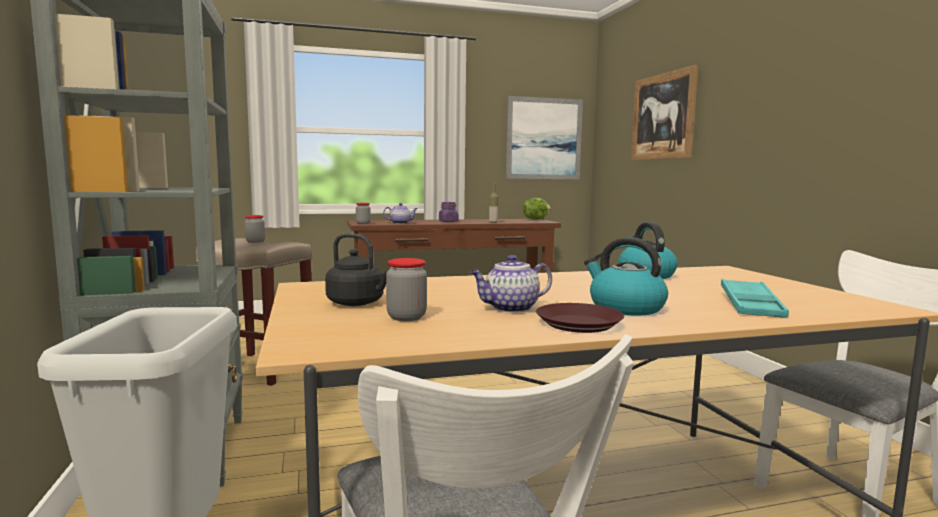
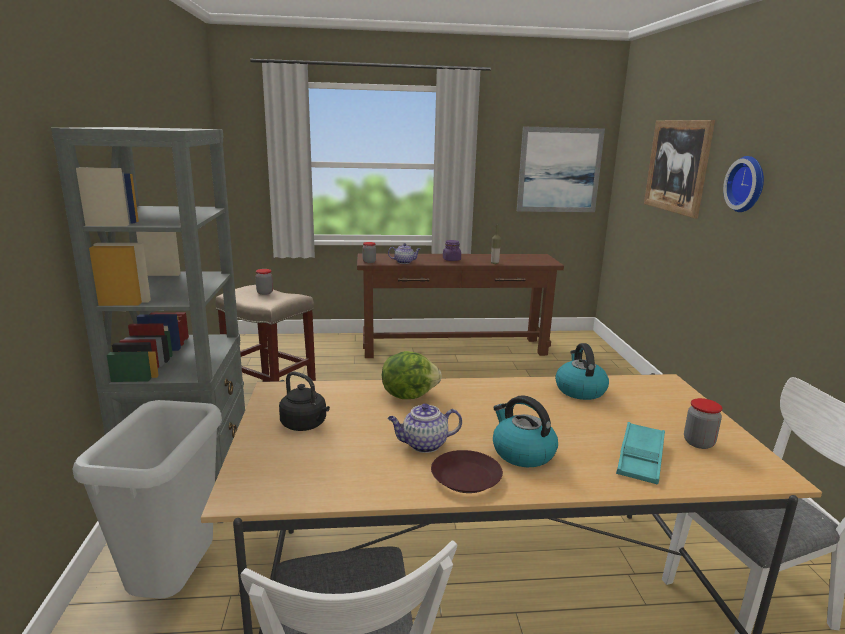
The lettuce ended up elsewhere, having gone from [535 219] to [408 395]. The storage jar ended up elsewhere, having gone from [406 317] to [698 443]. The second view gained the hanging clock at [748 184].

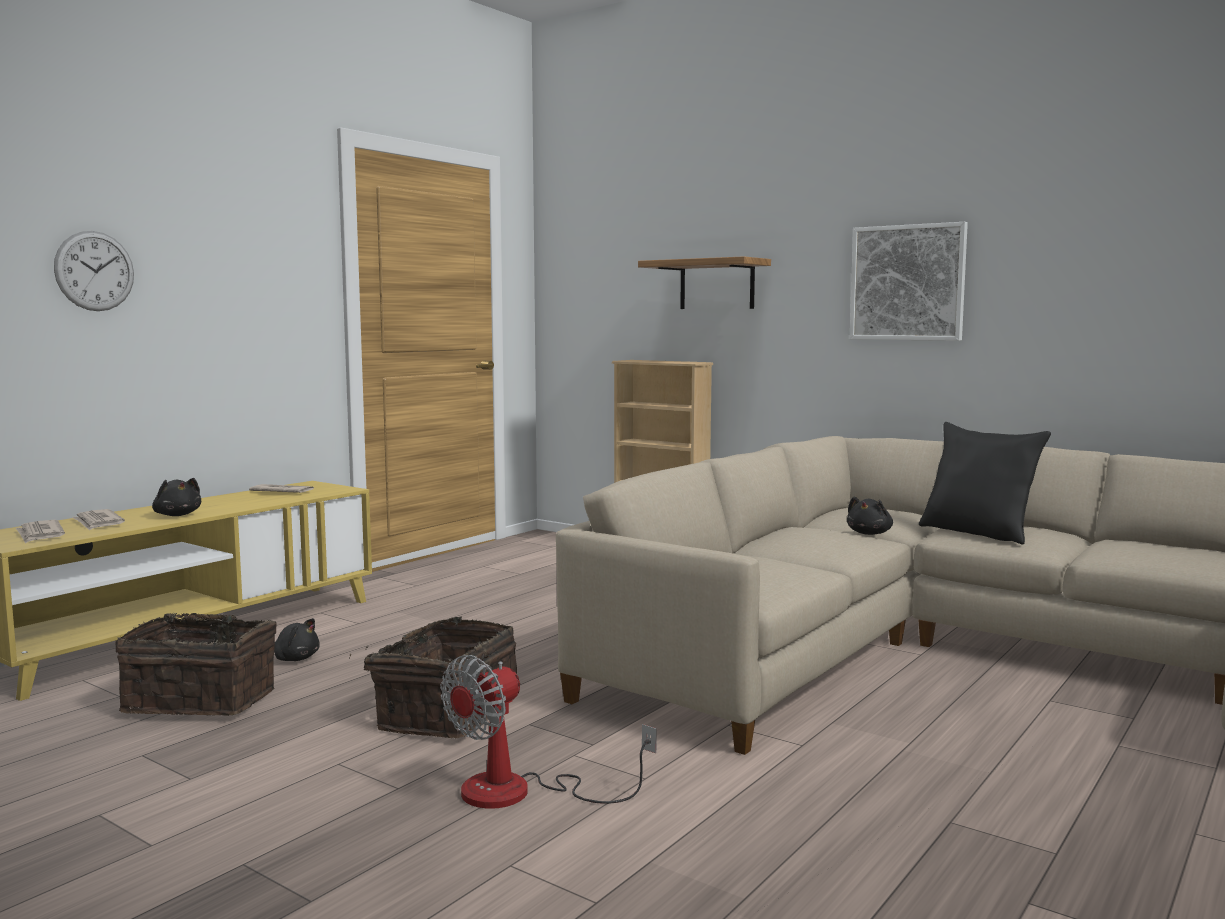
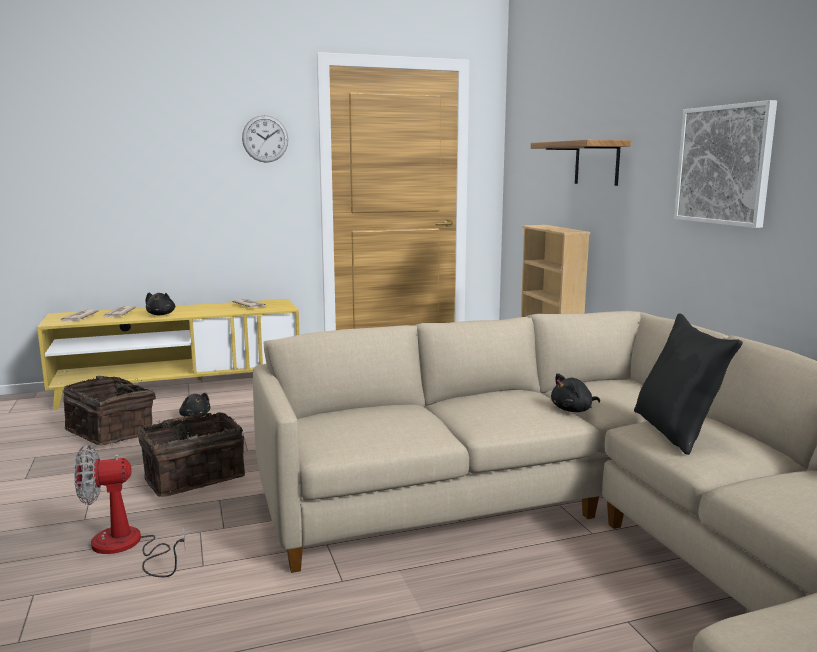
The hanging clock ended up elsewhere, having gone from [94 271] to [265 139].

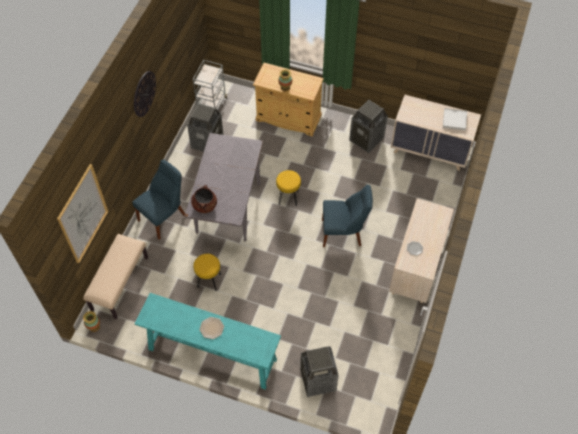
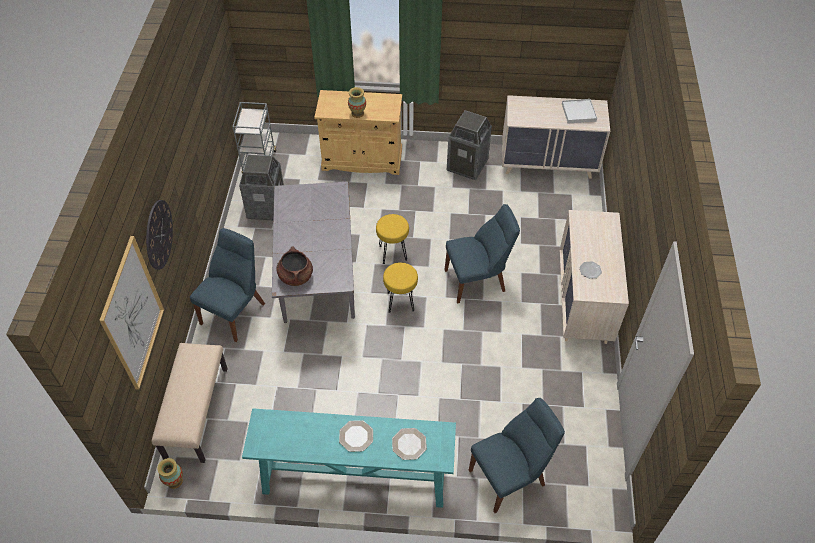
The hanging clock ended up elsewhere, having gone from [144 93] to [158 234]. The sitting stool (yellow) ended up elsewhere, having gone from [209 281] to [400 302]. The second view gained the plate at [409 444]. Where the waste bin stood at [318 380], the upright chair (blue-coloured) came to stand at [510 476].

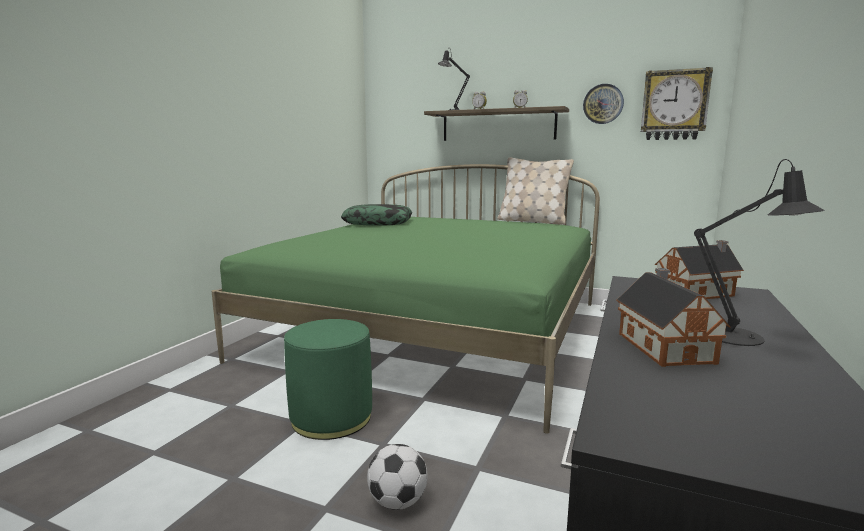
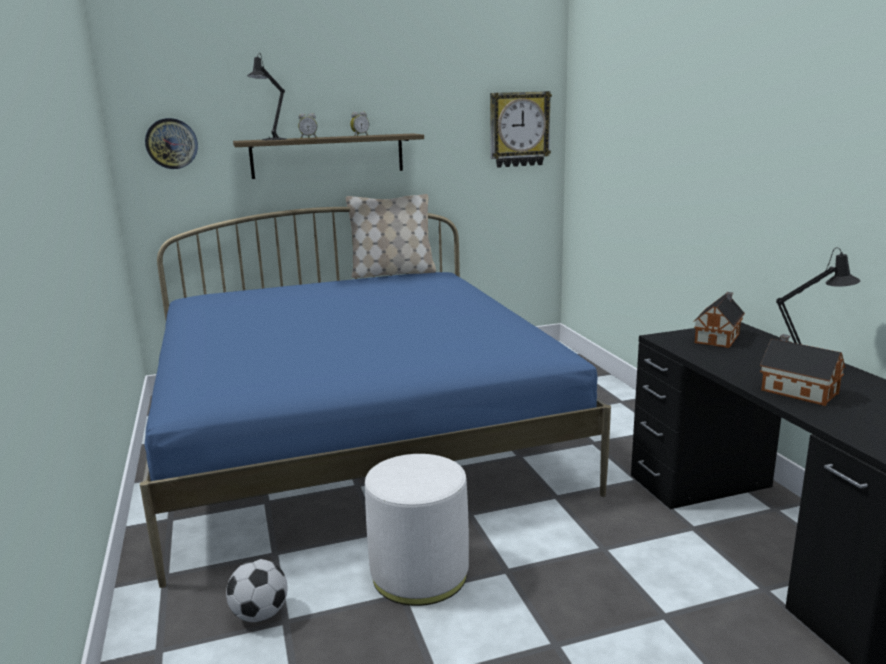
What was the bedroom bed (green) at [436 329] turned into the bedroom bed (blue-coloured) at [356 435]. The hanging clock ended up elsewhere, having gone from [603 104] to [171 143]. The ball for football ended up elsewhere, having gone from [397 501] to [259 614]. What was the pouffe (green) at [331 417] turned into the pouffe (whitish) at [420 574]. The second view lost the cushion at [378 223].

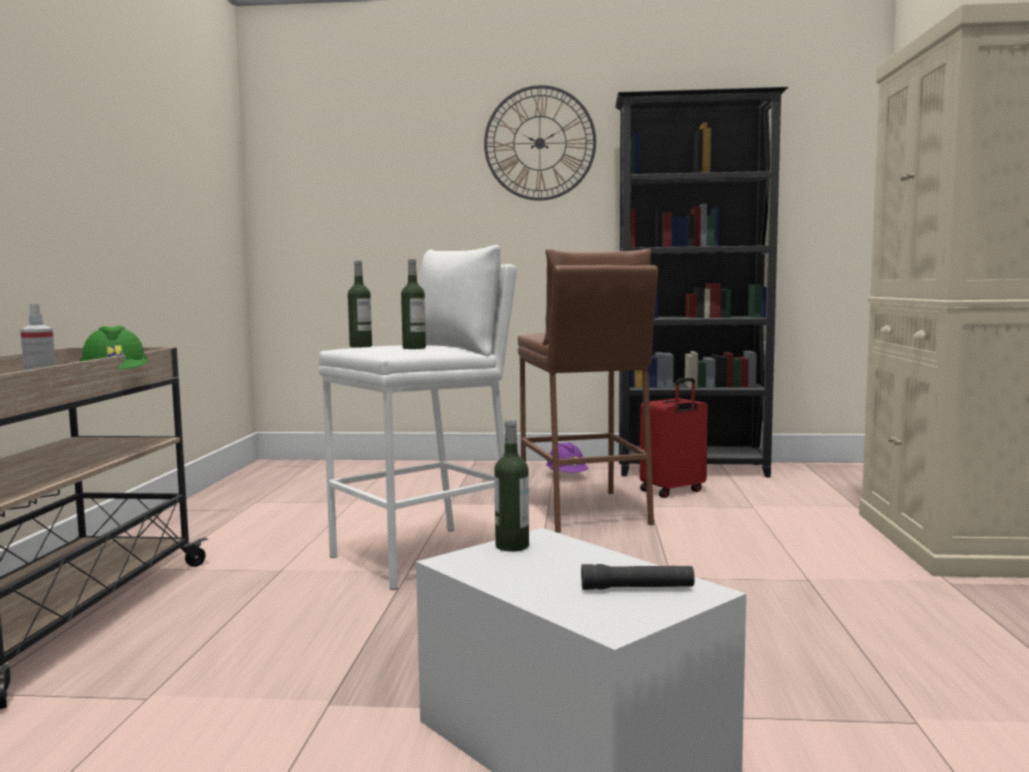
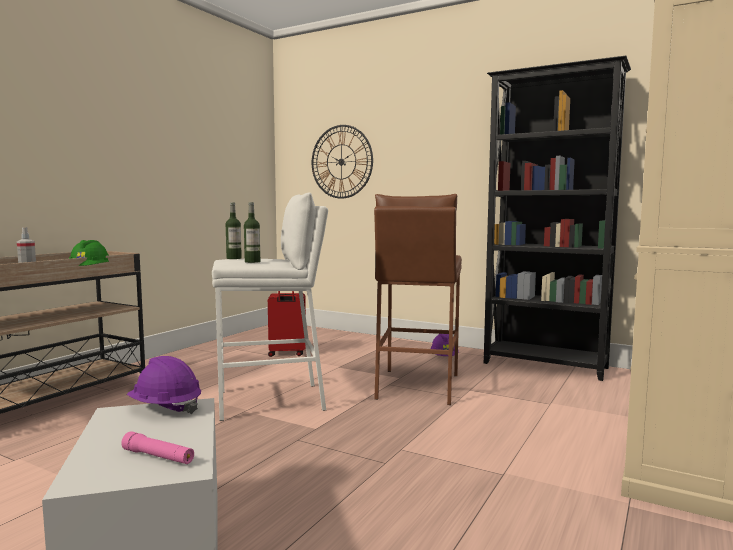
What was the torch (black) at [637 588] turned into the torch (pink) at [158 457]. Where the beverage bottle stood at [512 546], the safety helmet (purplish) came to stand at [165 408]. The suitcase (red-coloured) ended up elsewhere, having gone from [673 491] to [287 353]. The hanging clock ended up elsewhere, having gone from [539 143] to [341 162].

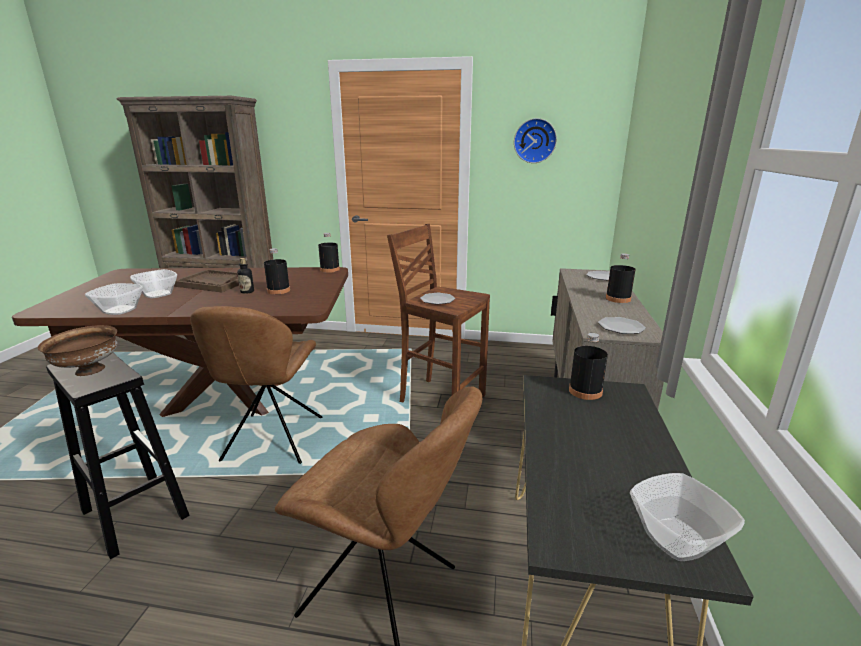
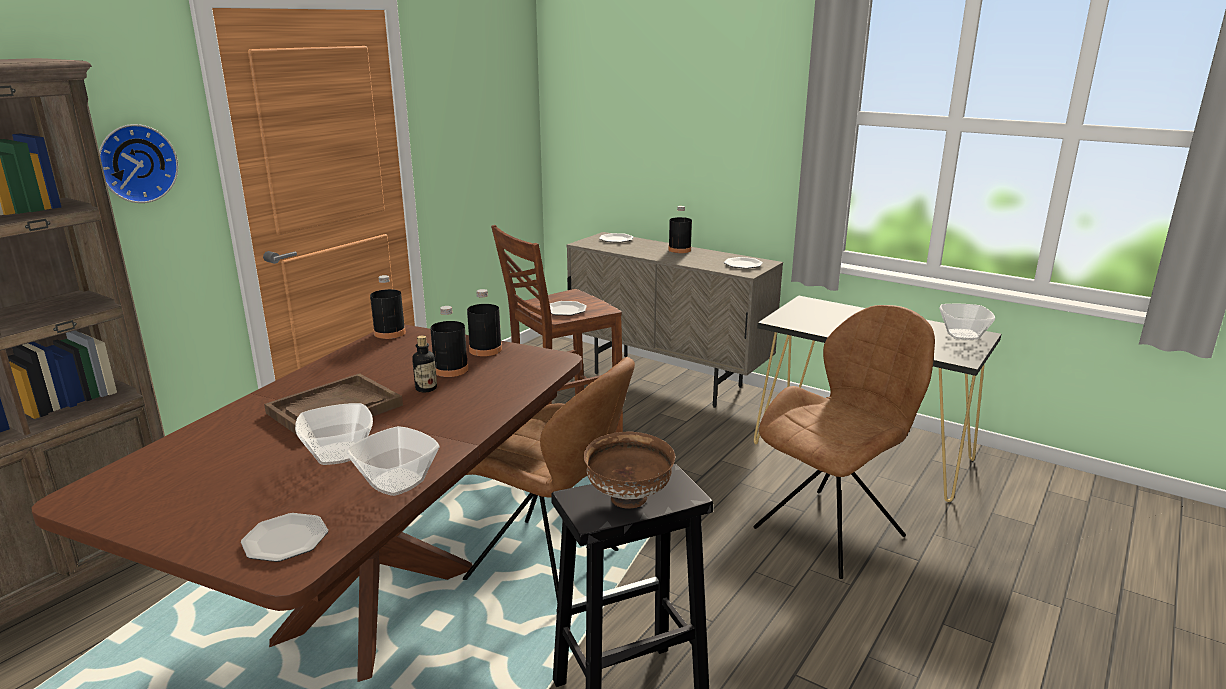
The hanging clock ended up elsewhere, having gone from [534 141] to [136 163]. The second view gained the plate at [286 539]. The beverage bottle (black) ended up elsewhere, having gone from [585 391] to [485 350].

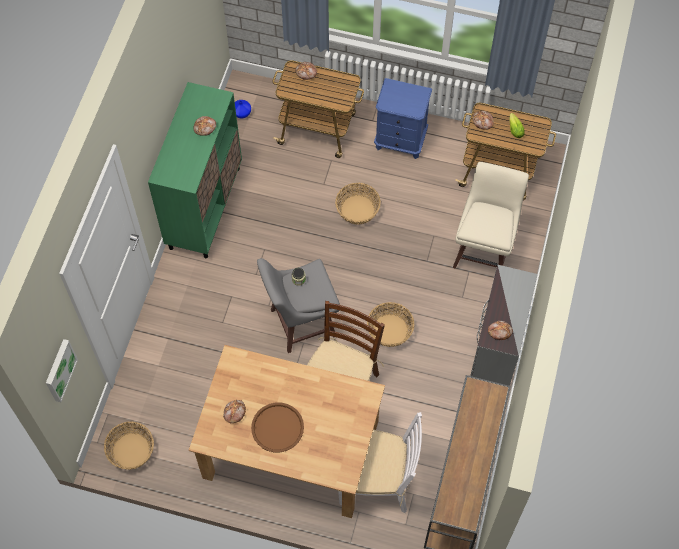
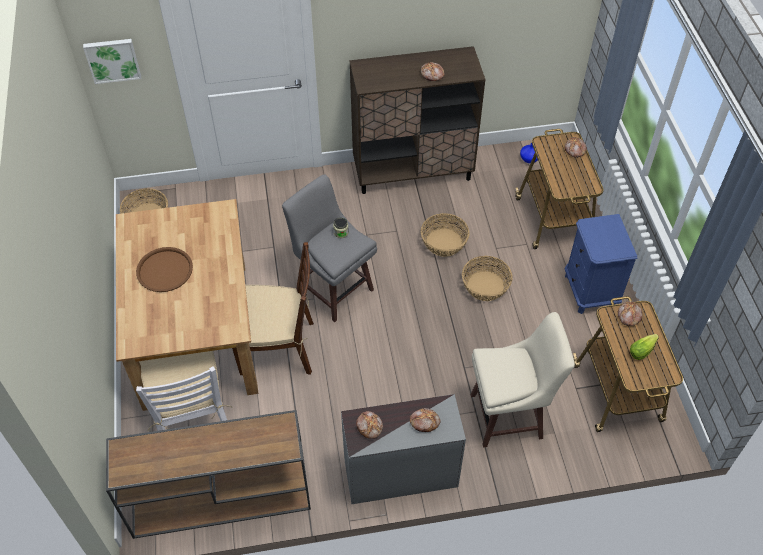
What was the storage cabinet (green) at [205 207] turned into the storage cabinet (brown-coloured) at [413 172]. The baked bread ended up elsewhere, having gone from [234 412] to [424 421]. The storage basket ended up elsewhere, having gone from [389 330] to [443 242].

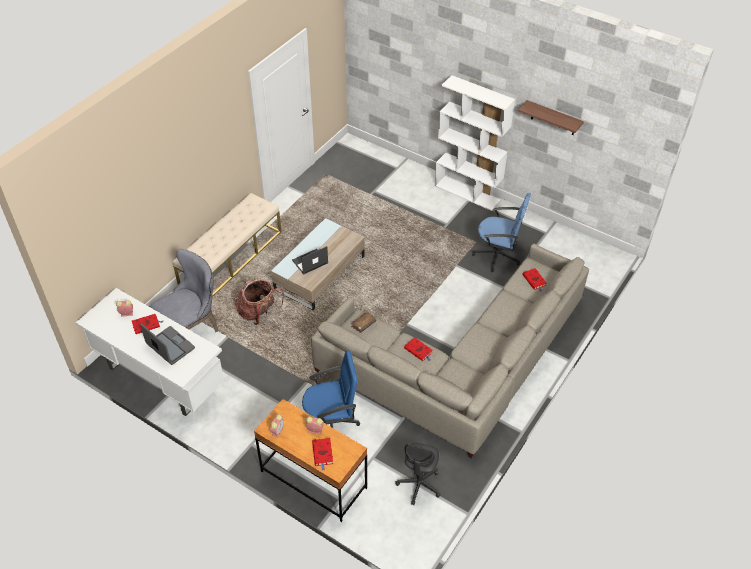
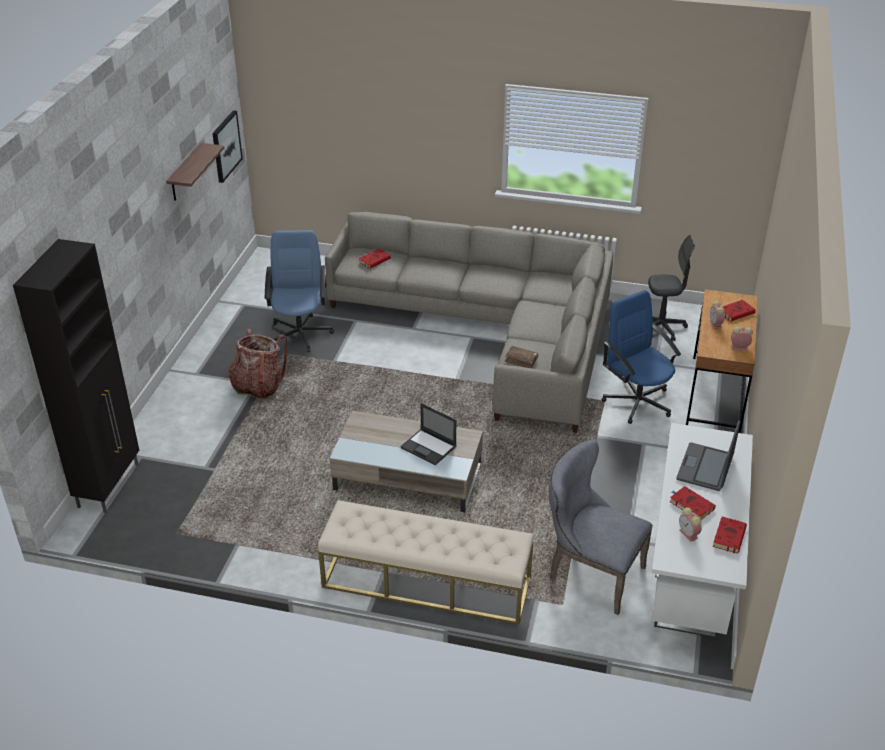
The second view gained the storage cabinet (black) at [109 485]. The second view gained the picture at [226 146]. The knapsack ended up elsewhere, having gone from [258 312] to [258 386]. The bound book (red-coloured) ended up elsewhere, having gone from [419 351] to [729 536]. The second view lost the bookcase (whitish) at [467 193].

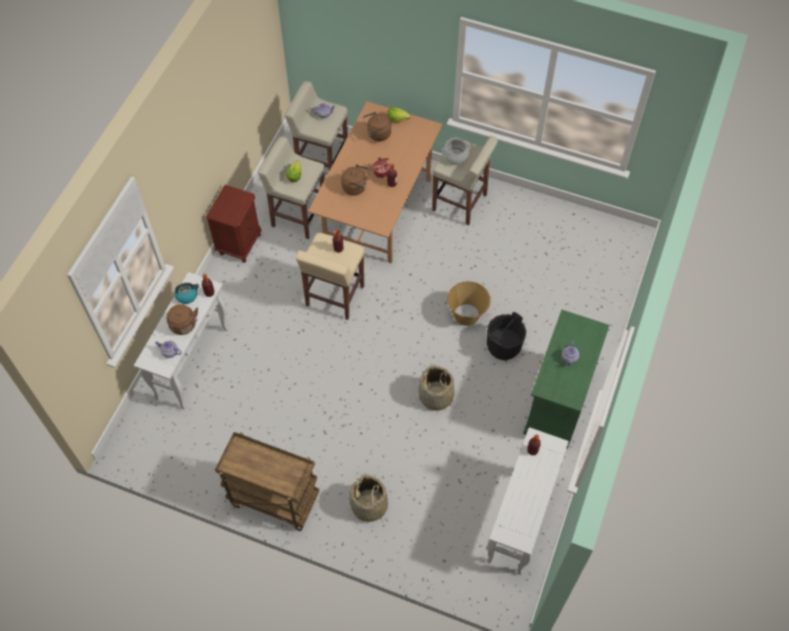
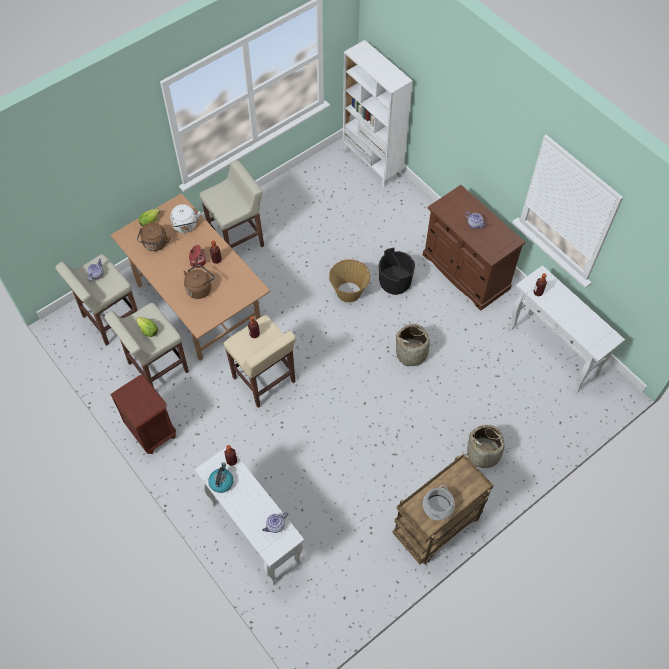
The second view gained the kettle (whitish) at [185 226]. The second view gained the bookcase (whitish) at [372 164]. What was the storage cabinet (green) at [558 400] turned into the storage cabinet (brown-coloured) at [465 272]. The saucepot ended up elsewhere, having gone from [455 156] to [437 507]. The second view lost the kettle (brown-coloured) at [184 326].

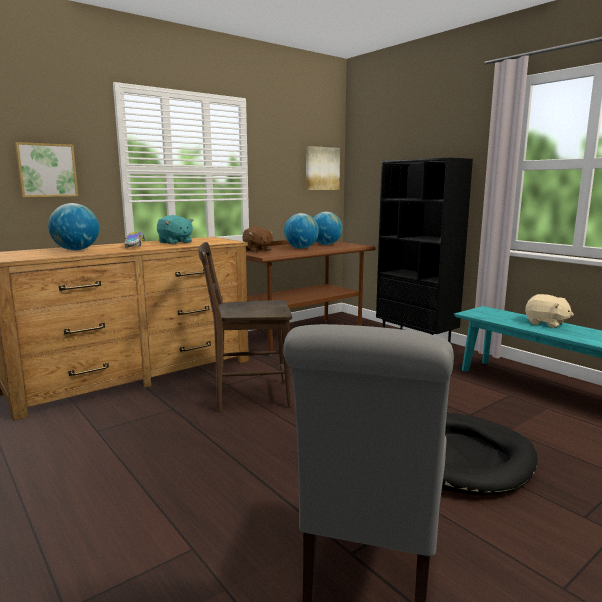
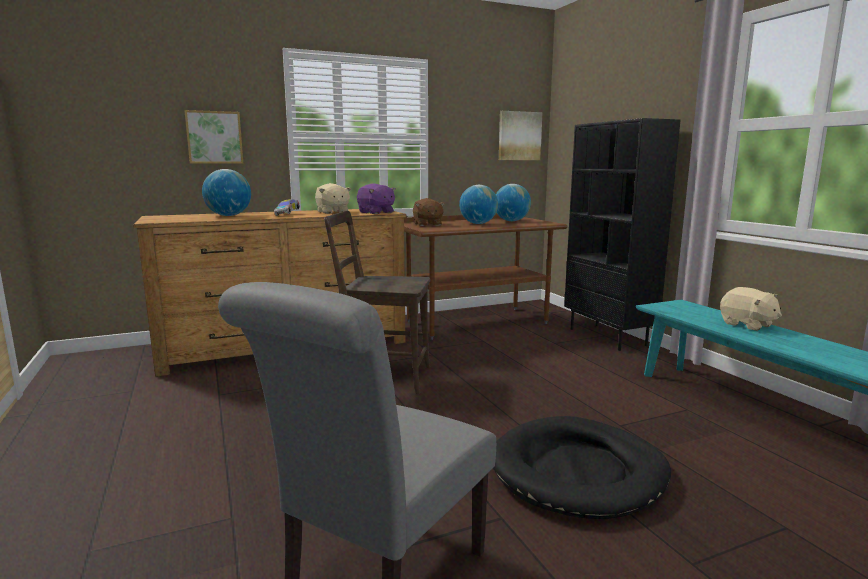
What was the soft toy (turquoise-coloured) at [175 242] turned into the soft toy (sand-coloured) at [332 212]. The second view gained the soft toy (purplish) at [376 212].

